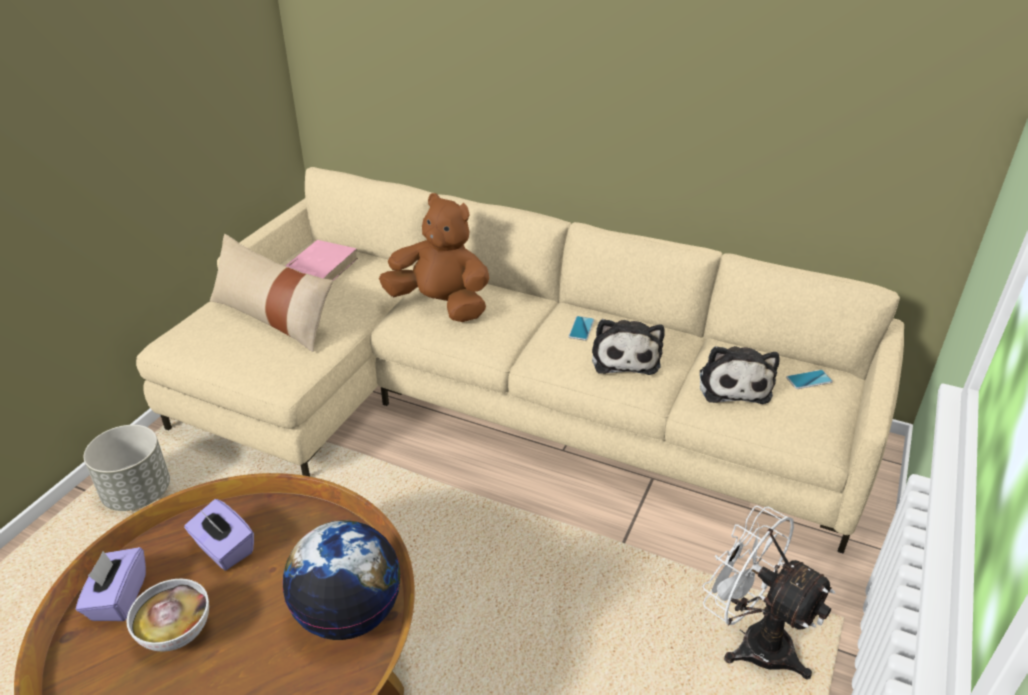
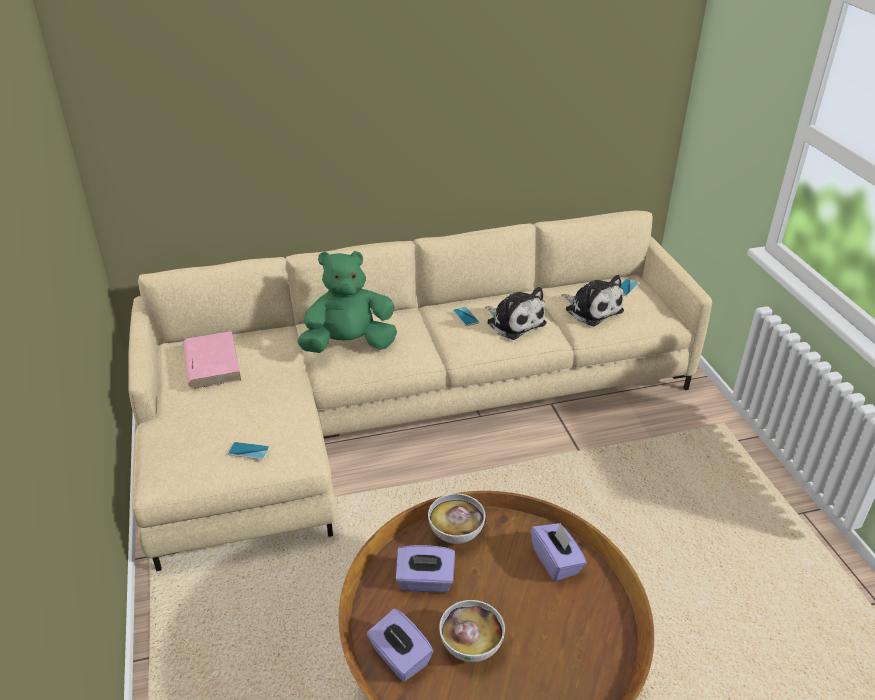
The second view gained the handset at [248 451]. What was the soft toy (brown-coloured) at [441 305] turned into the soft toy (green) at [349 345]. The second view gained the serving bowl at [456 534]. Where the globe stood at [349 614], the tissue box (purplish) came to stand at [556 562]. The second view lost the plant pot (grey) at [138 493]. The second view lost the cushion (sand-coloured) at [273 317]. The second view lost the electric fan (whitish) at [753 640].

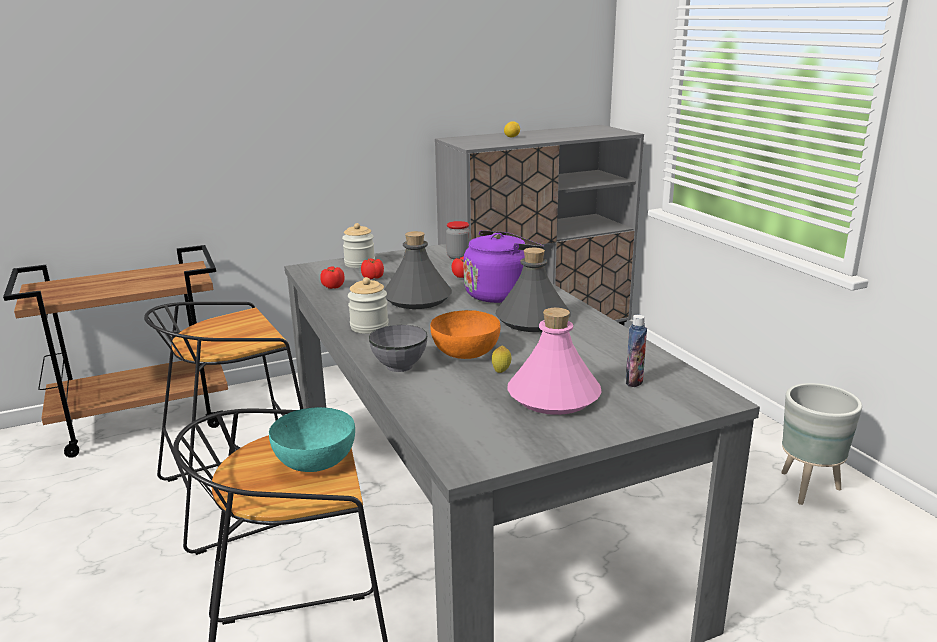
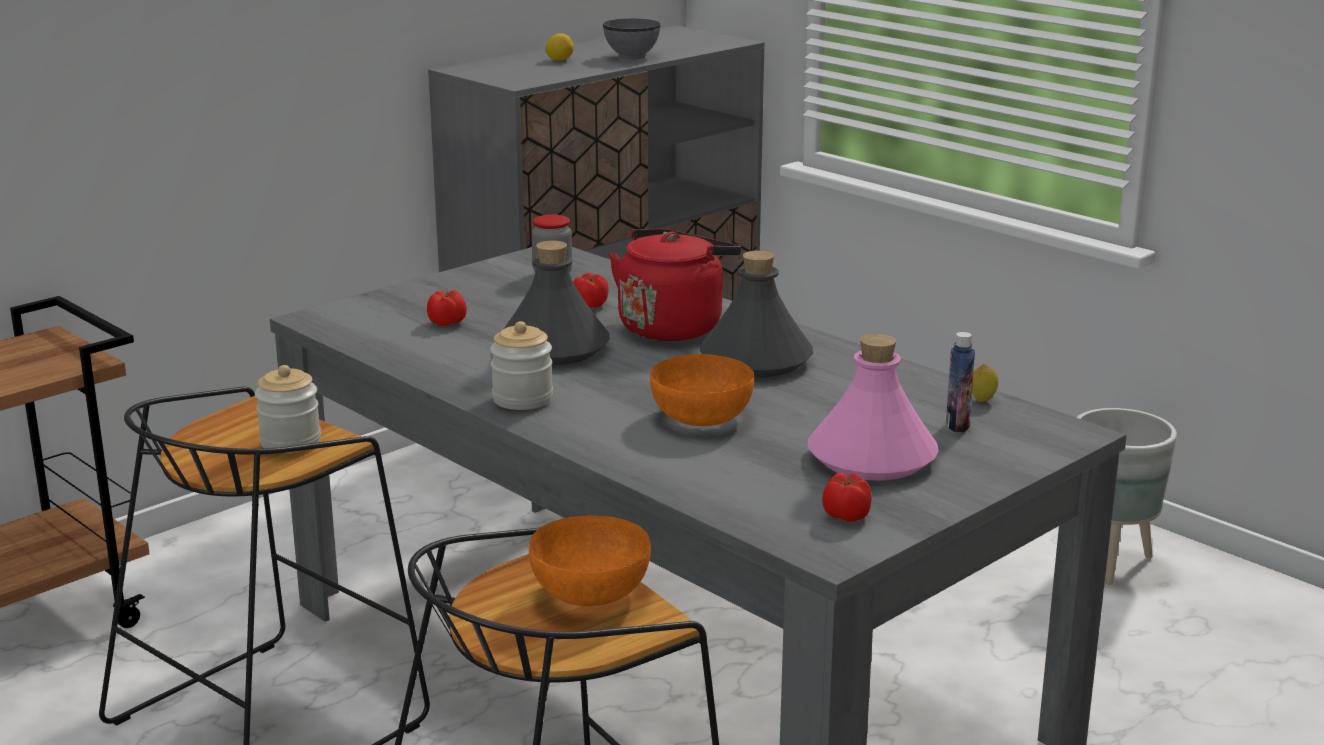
The storage jar ended up elsewhere, having gone from [359 263] to [290 441]. What was the serving bowl (turquoise-coloured) at [316 459] turned into the serving bowl (orange) at [590 590]. The serving bowl (grey) ended up elsewhere, having gone from [400 365] to [632 56]. What was the kettle (purplish) at [500 294] turned into the kettle (red-coloured) at [673 326]. The whole tomato ended up elsewhere, having gone from [333 286] to [847 515]. The lemon ended up elsewhere, having gone from [501 371] to [982 400].

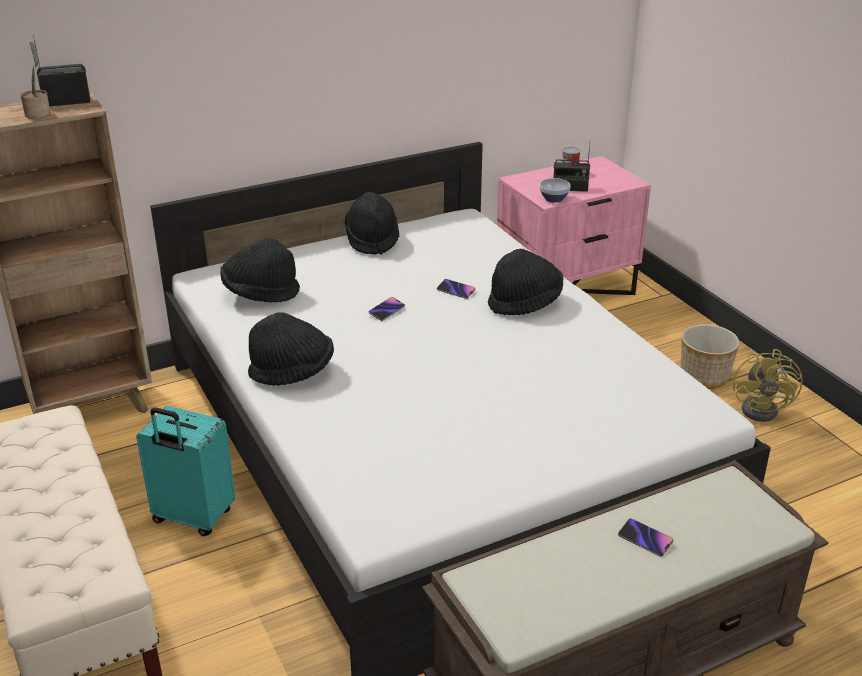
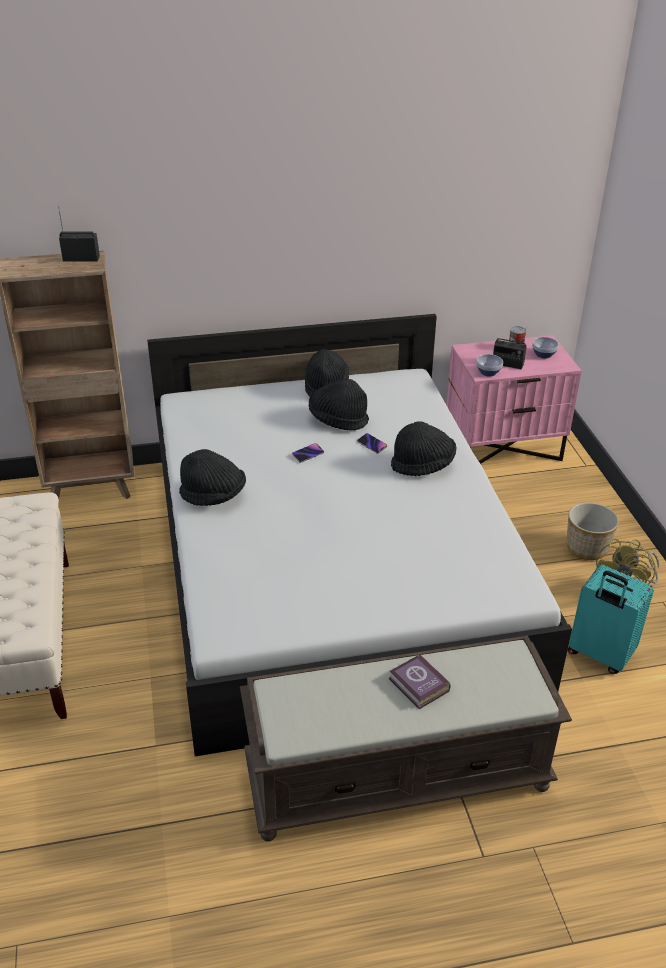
The hat (black) ended up elsewhere, having gone from [260 293] to [338 420]. Where the handset stood at [645 539], the bound book came to stand at [419 686]. The second view gained the serving bowl at [544 354]. The suitcase (turquoise-coloured) ended up elsewhere, having gone from [192 518] to [599 655]. The second view lost the plant in a pot at [39 114].

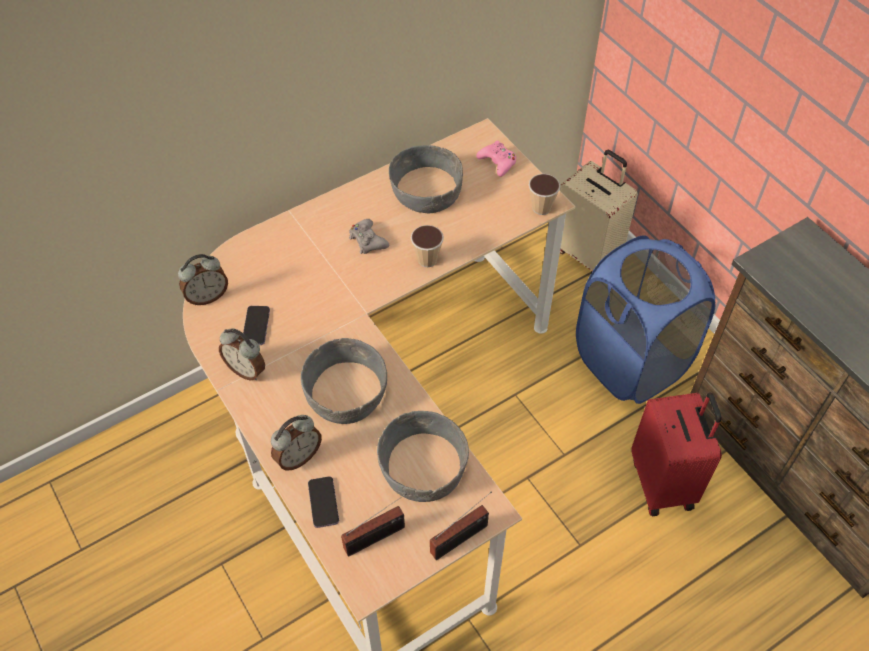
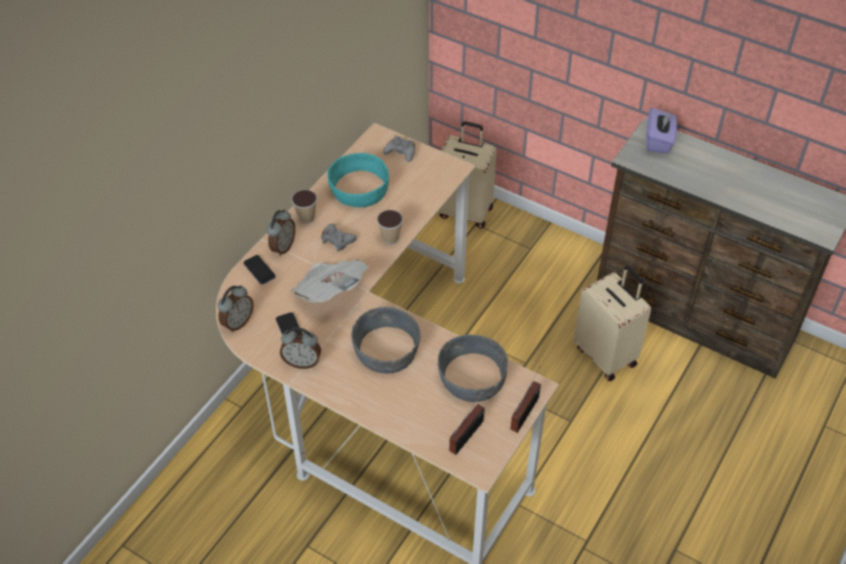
The handset ended up elsewhere, having gone from [323 503] to [259 271]. The bedside clock ended up elsewhere, having gone from [298 456] to [282 247]. The drinking cup ended up elsewhere, having gone from [541 208] to [306 218]. The second view gained the printed paper at [330 292]. What was the serving bowl (grey) at [425 189] turned into the serving bowl (turquoise-coloured) at [358 189]. What was the gamepad (pink) at [497 162] turned into the gamepad (grey) at [401 152]. What was the suitcase (red-coloured) at [663 483] turned into the suitcase (sand-coloured) at [606 355]. The second view gained the tissue box (purplish) at [658 141]. The second view lost the washing basket (blue-coloured) at [630 362].

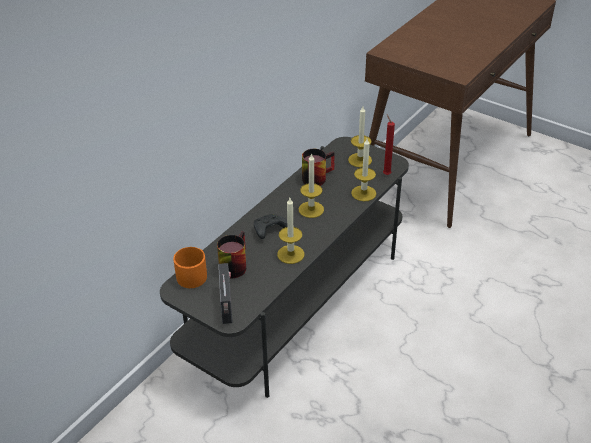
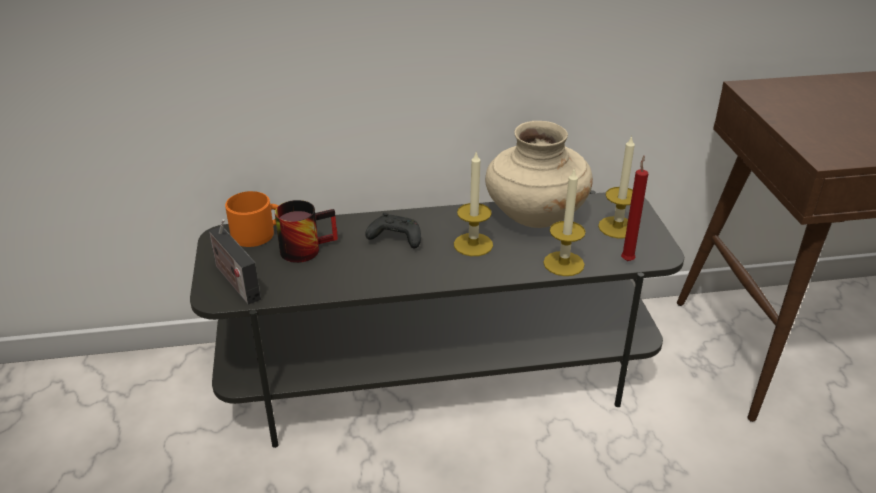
The radio set at [227 306] ended up facing another way, 105 degrees clockwise from before. Where the mug stood at [316 176], the decorative vase (sand-coloured) came to stand at [534 216]. The second view lost the candle at [290 254].

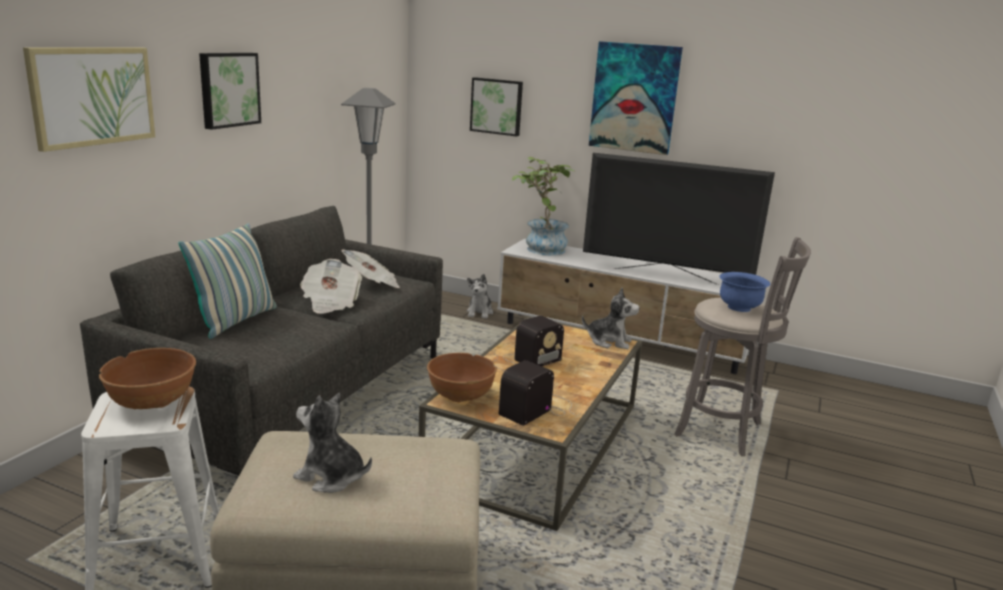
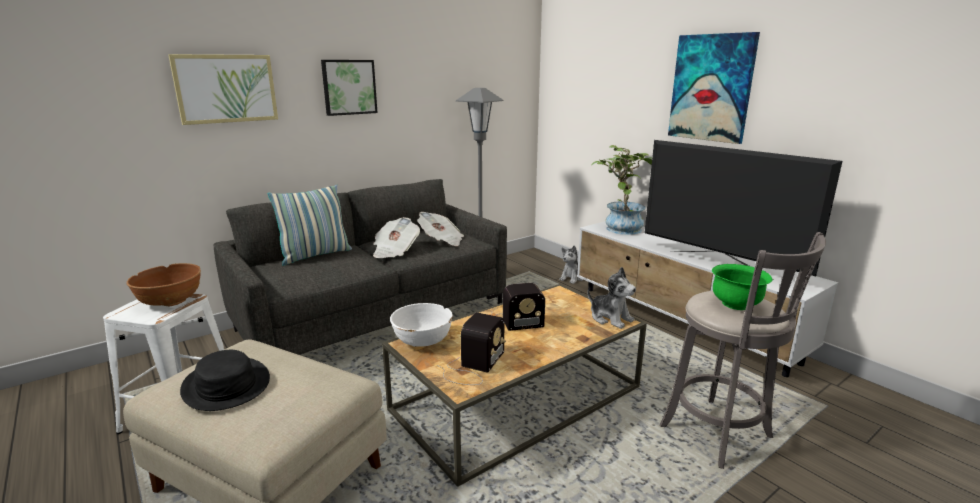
Where the soft toy stood at [331 477], the hat (black) came to stand at [226 385]. What was the serving bowl (brown-coloured) at [460 395] turned into the serving bowl (whitish) at [422 340]. The radio set at [538 408] ended up facing another way, 135 degrees clockwise from before. What was the serving bowl (blue-coloured) at [739 308] turned into the serving bowl (green) at [736 304]. The second view lost the picture at [497 106].

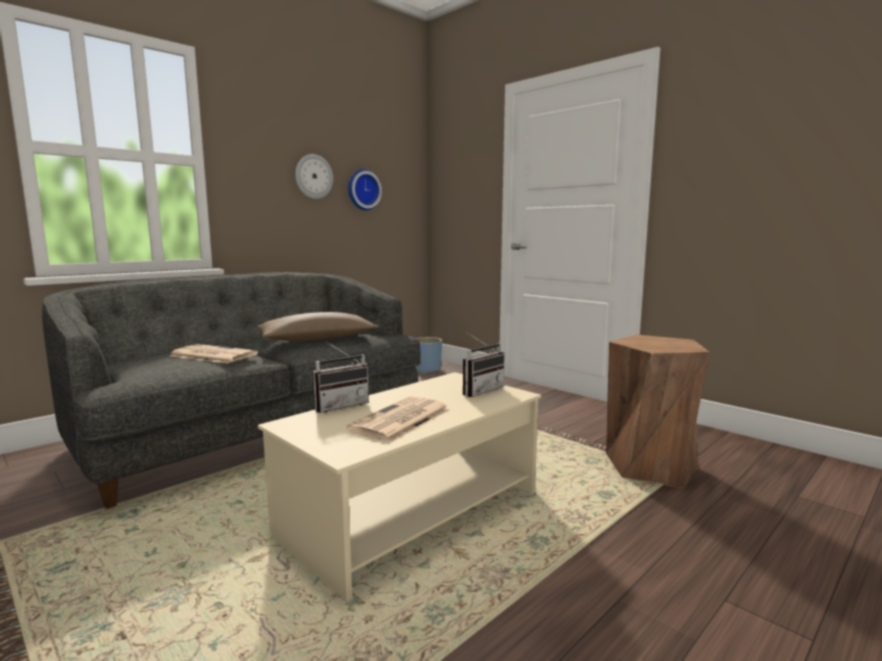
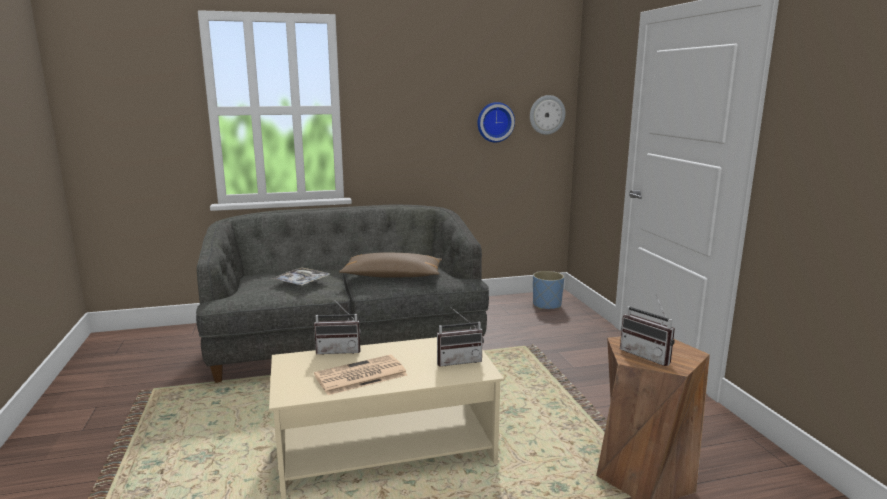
Where the printed paper stood at [212 355], the tray came to stand at [302 282]. The hanging clock ended up elsewhere, having gone from [313 176] to [547 115]. The second view gained the radio set at [648 355].

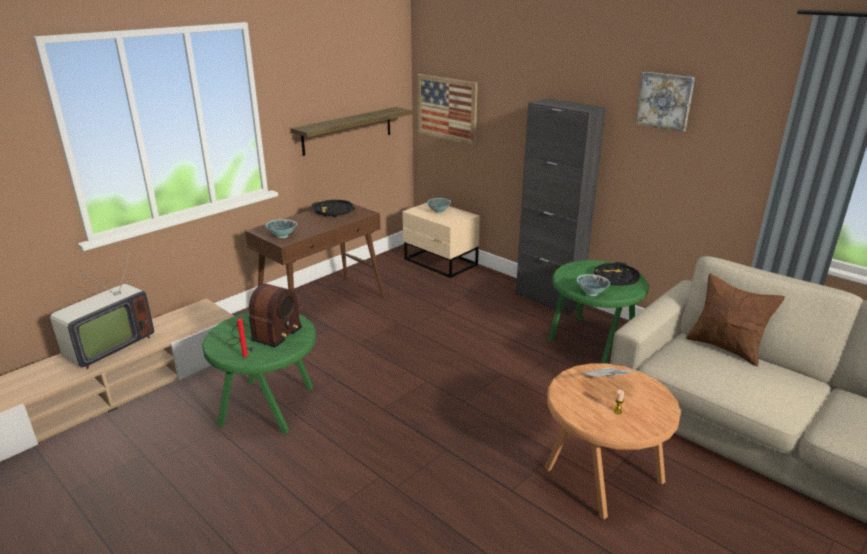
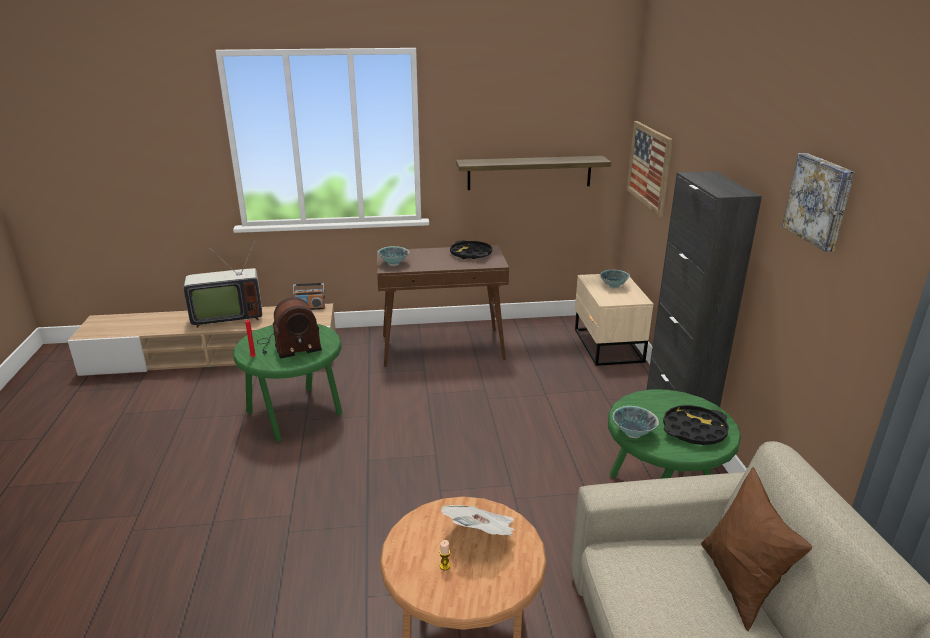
The second view gained the radio set at [310 308].

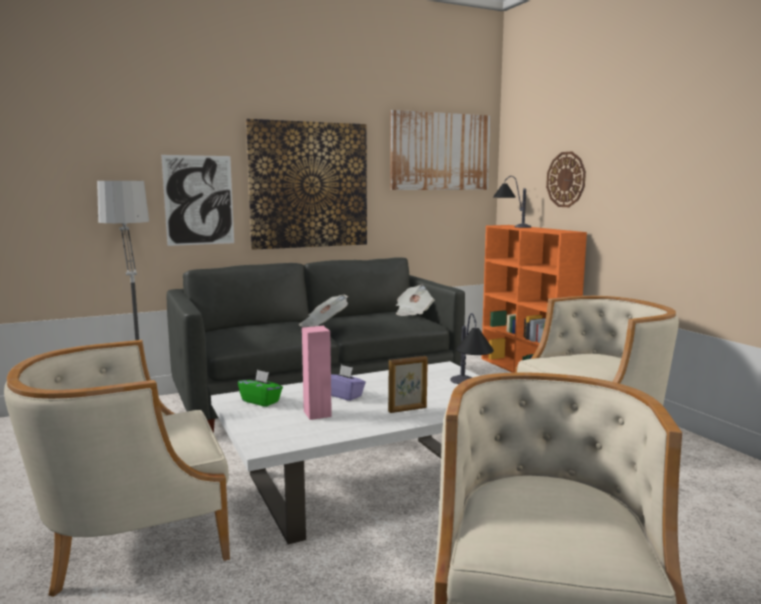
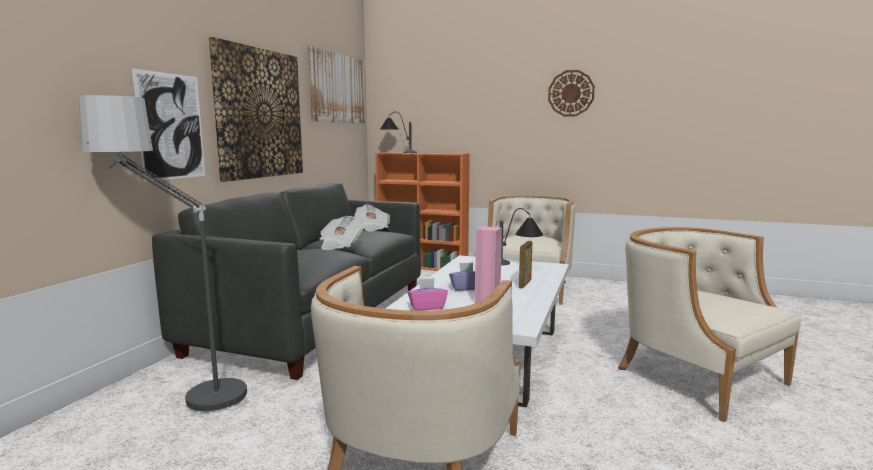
What was the tissue box (green) at [261 401] turned into the tissue box (pink) at [427 307]. The hanging clock ended up elsewhere, having gone from [566 179] to [571 93].

